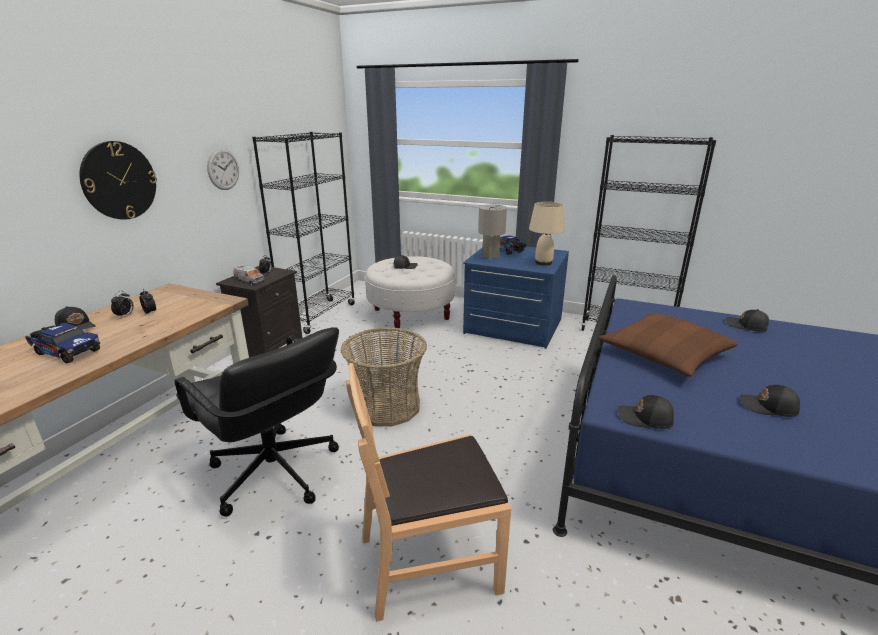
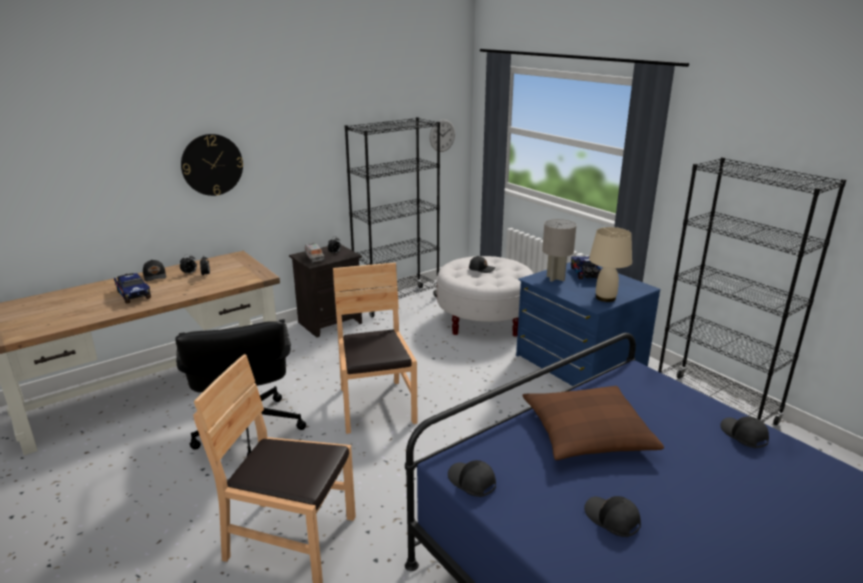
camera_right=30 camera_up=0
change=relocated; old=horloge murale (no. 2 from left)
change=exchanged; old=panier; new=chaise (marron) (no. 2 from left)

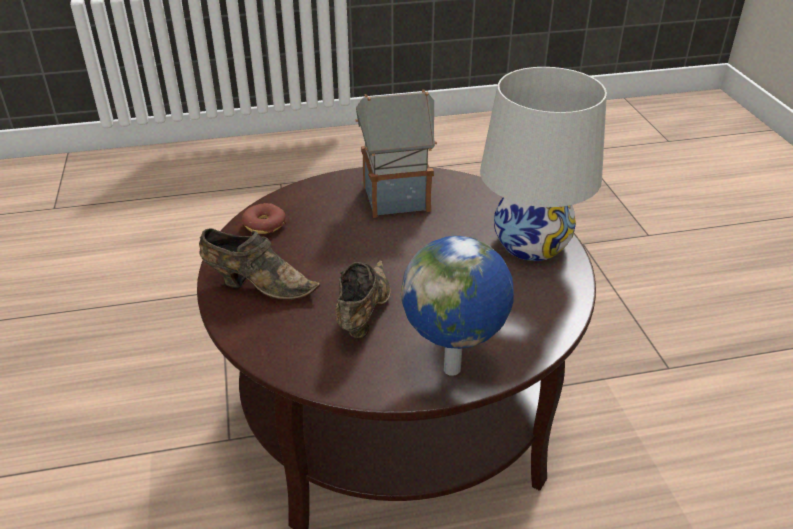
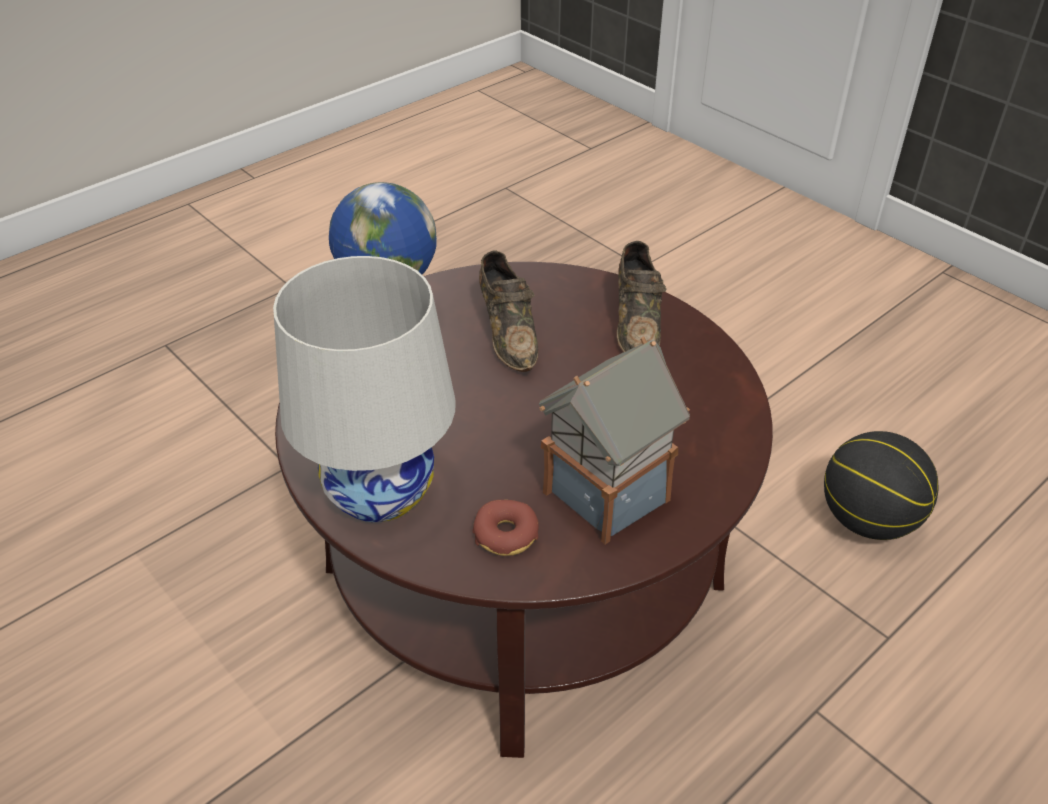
camera_right=150 camera_up=5
change=relocated; old=beignet
change=spun; old=chaussure (marron) (no. 1 from left in the first image); degrees=-75
change=appeared; new=ballon de basket

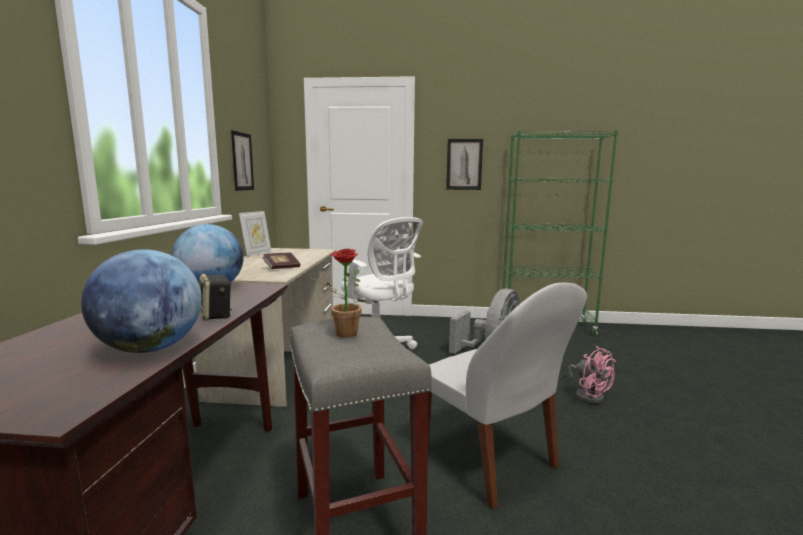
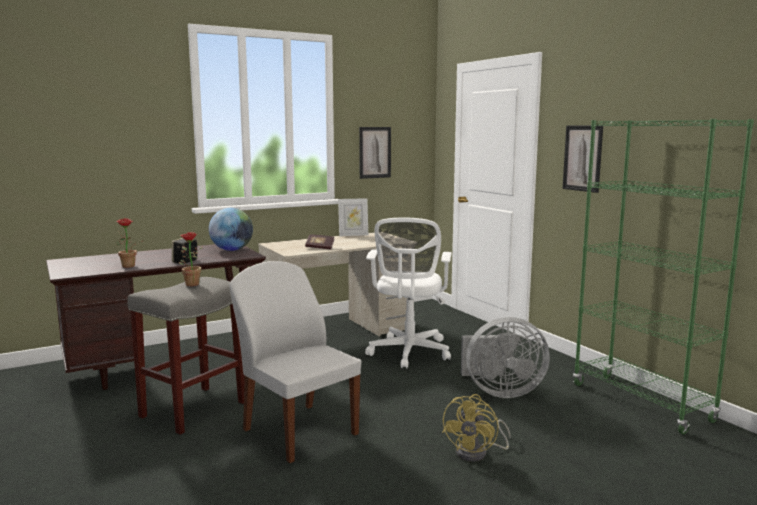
camera_right=55 camera_up=0
change=exchanged; old=globe (no. 1 from left); new=plante en pot (no. 1 from left)
change=spun; old=chaise (blanc); degrees=120
change=colour; old=ventilateur (rose); new=ventilateur (jaune)

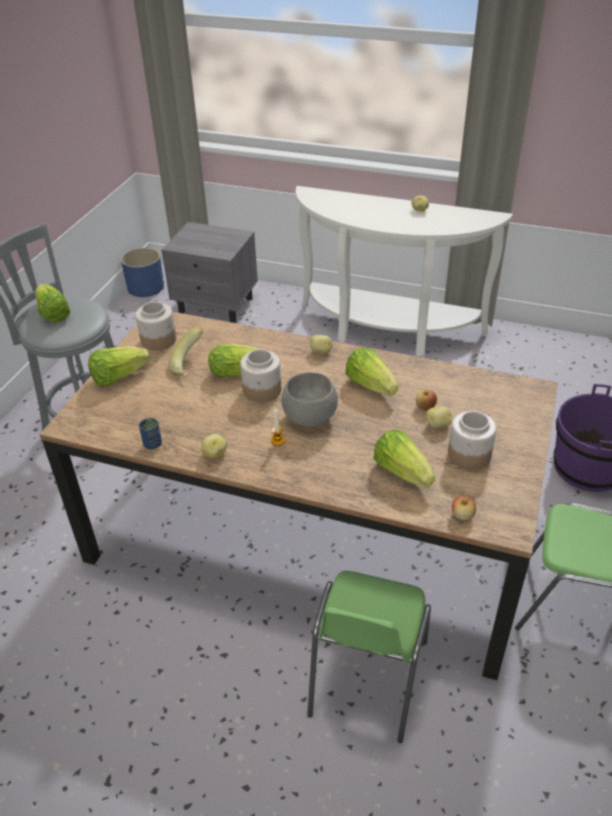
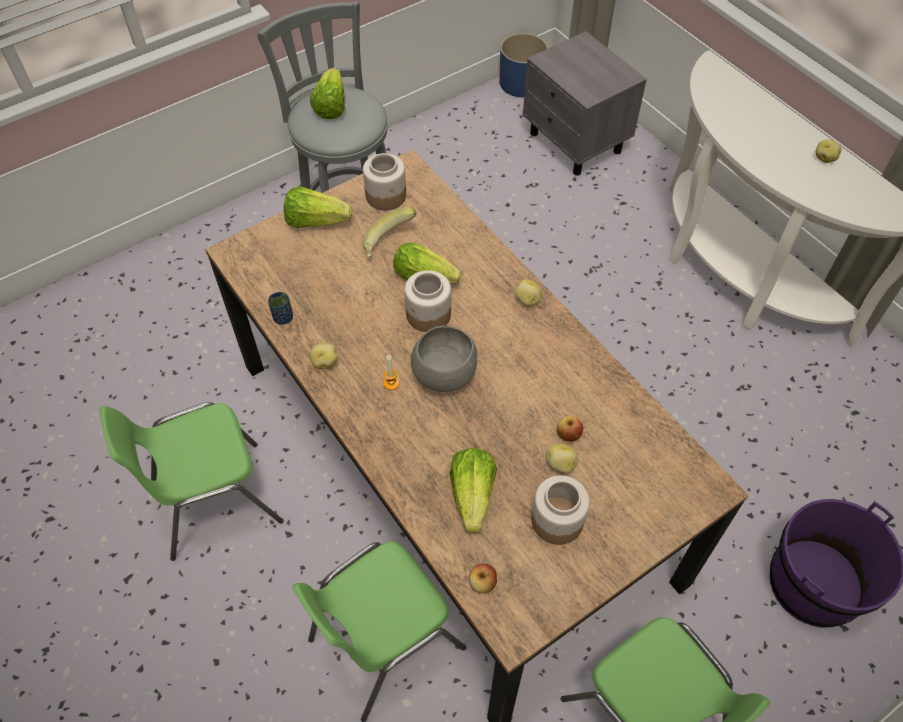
camera_right=35 camera_up=15
change=missing; old=laitue (no. 4 from left)
change=appeared; new=chaise (vert) (no. 1 from left)

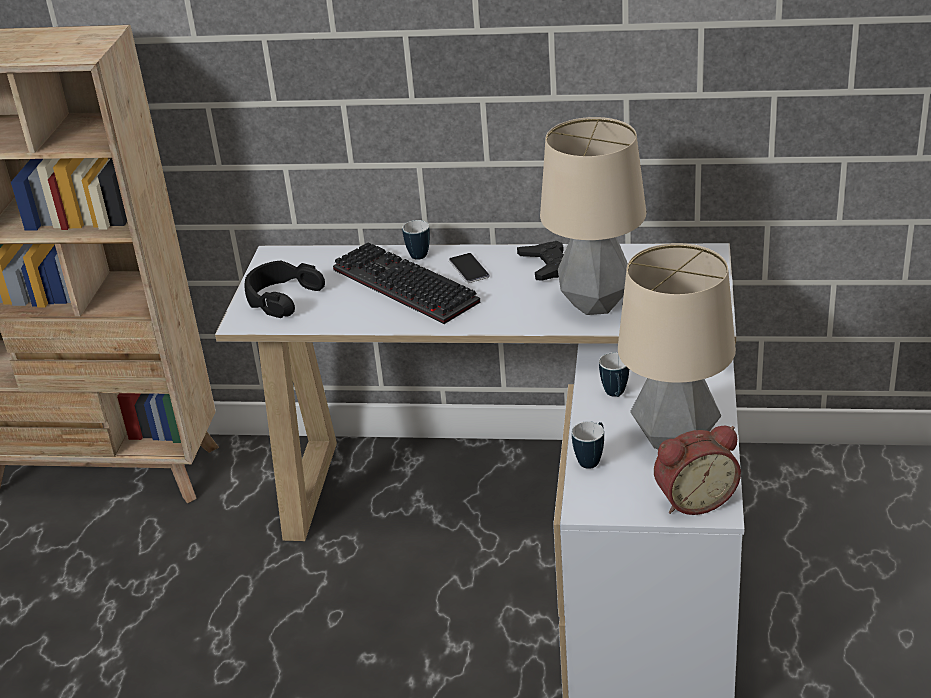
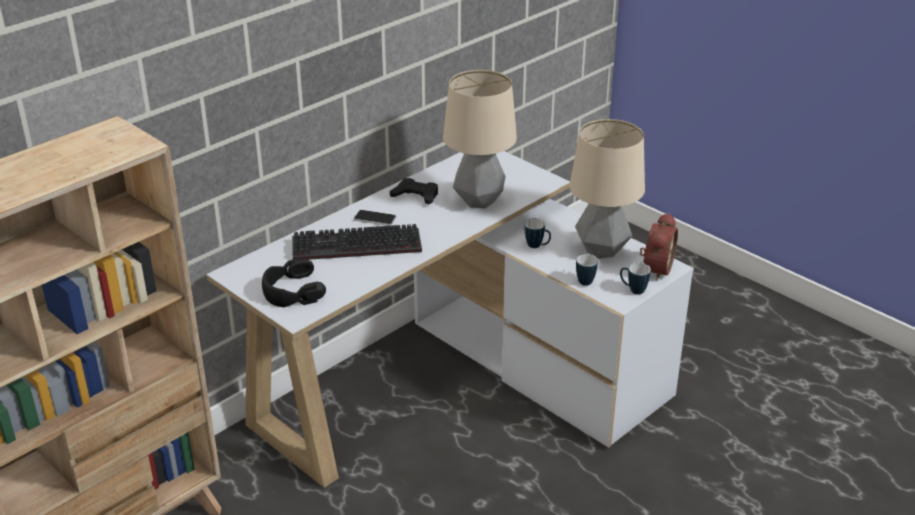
camera_right=-55 camera_up=0
change=relocated; old=mug (no. 1 from left in the first image); new=mug (no. 3 from left)

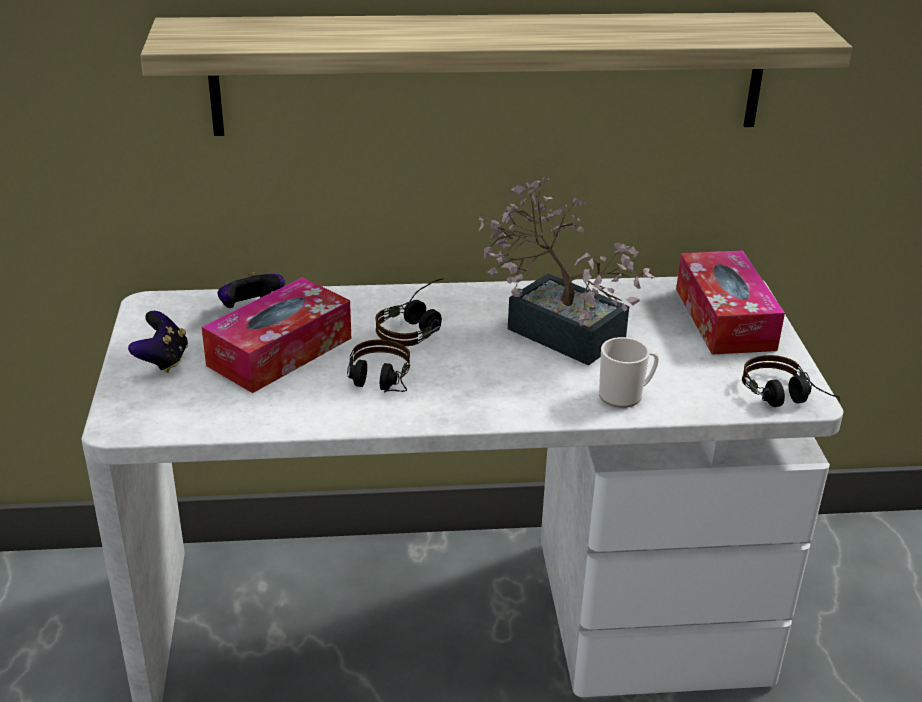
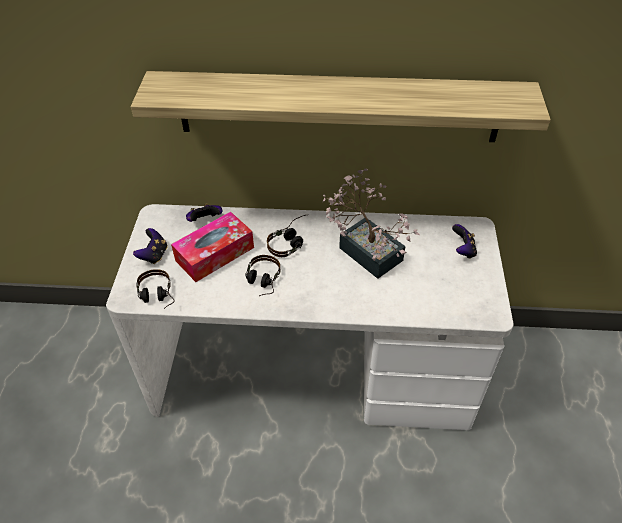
camera_right=10 camera_up=15
change=exchanged; old=boîte à mouchoirs (no. 2 from left); new=manette (no. 3 from left)
change=missing; old=mug
change=relocated; old=casque audio (no. 3 from left in the first image); new=casque audio (no. 1 from left)

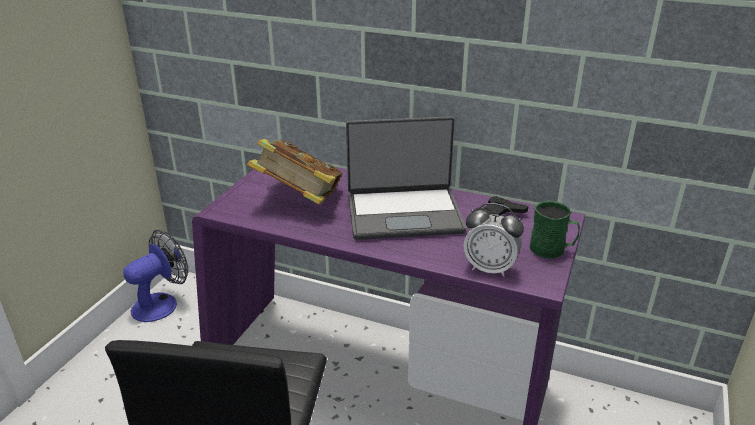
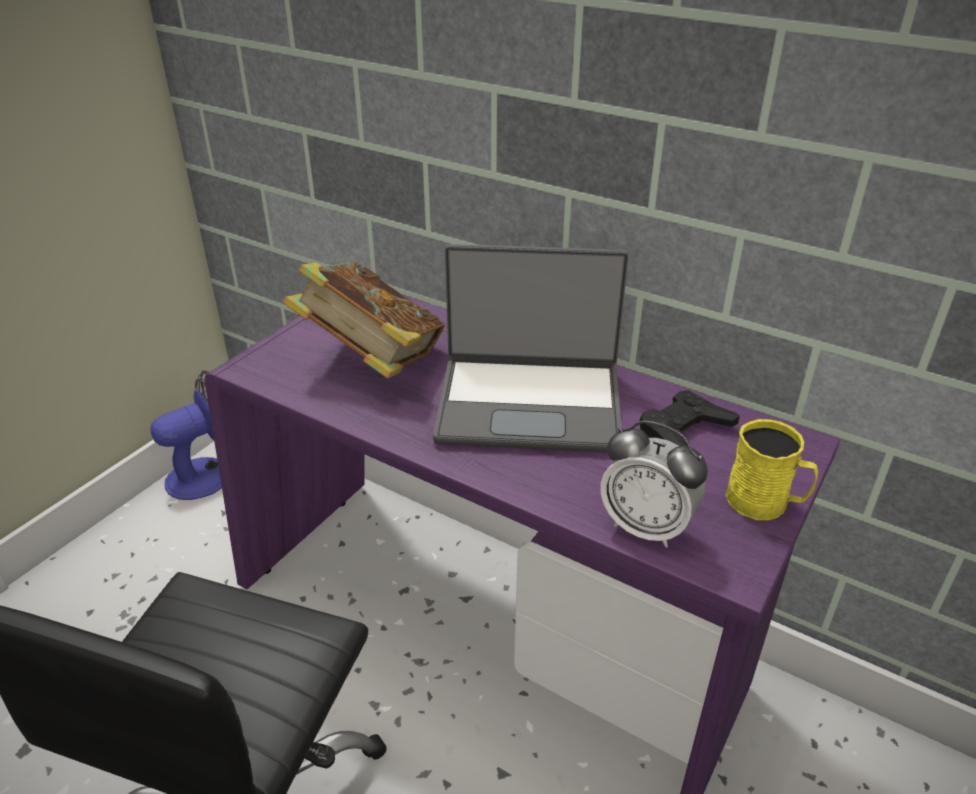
camera_right=10 camera_up=5
change=colour; old=mug (vert); new=mug (jaune)

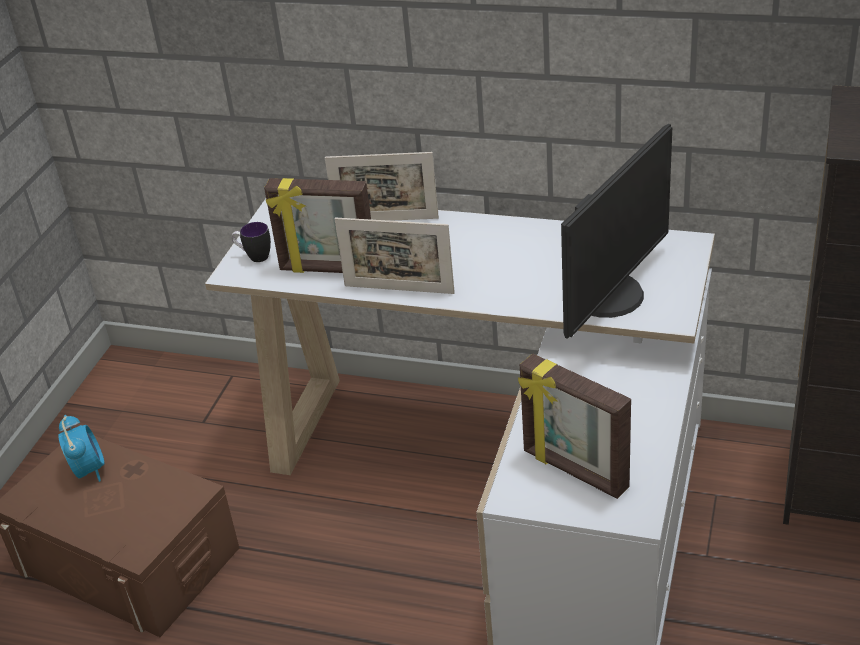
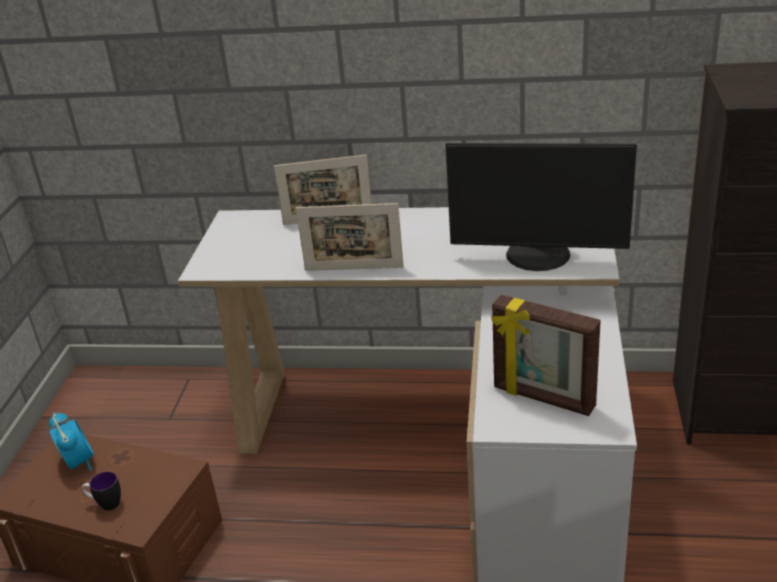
camera_right=-10 camera_up=-5
change=spun; old=écran d'ordinateur; degrees=75
change=missing; old=cadre photo (no. 1 from left)
change=relocated; old=mug

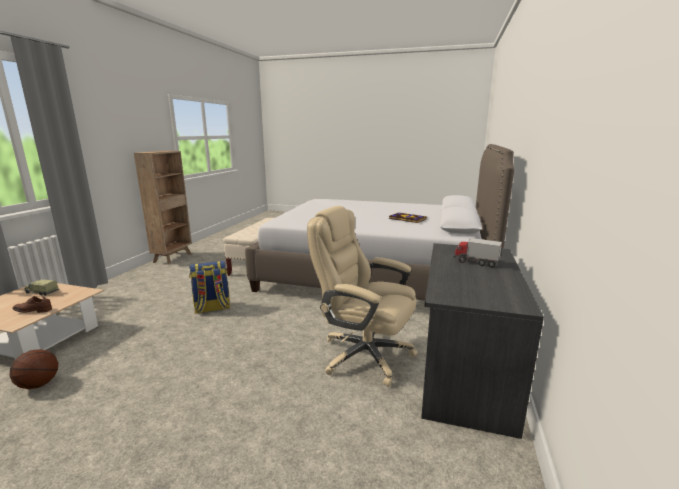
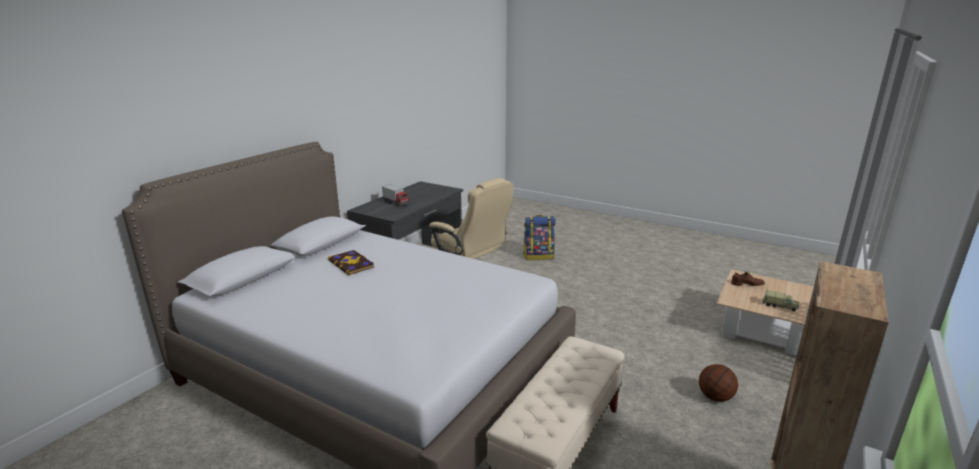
camera_right=-165 camera_up=5
change=relocated; old=sac à dos
change=relocated; old=ballon de basket

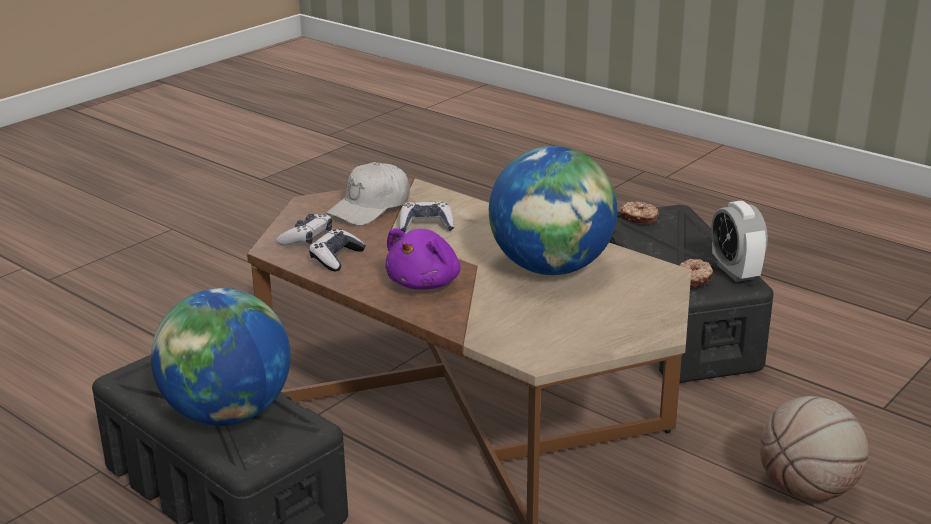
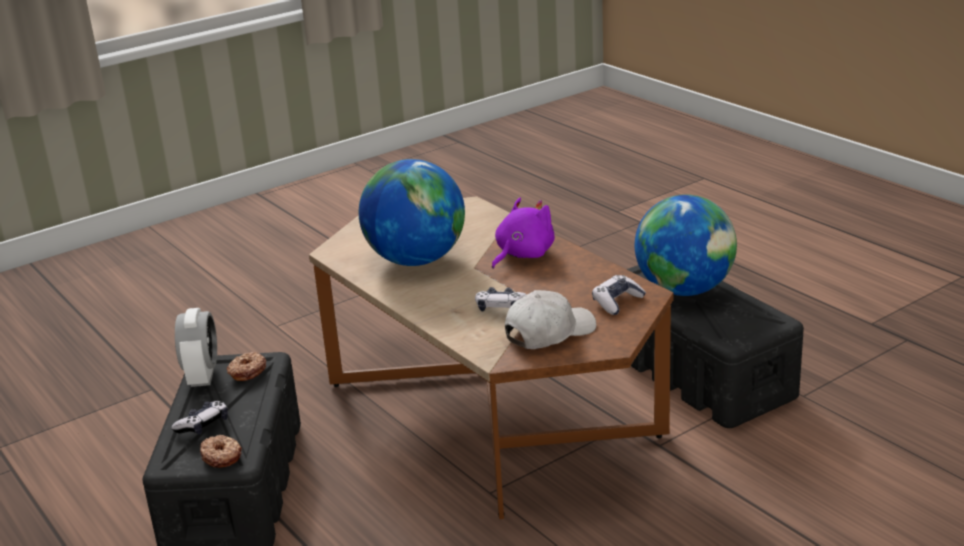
camera_right=-165 camera_up=0
change=relocated; old=manette (no. 2 from left in the first image); new=manette (no. 1 from left)
change=missing; old=ballon de basket

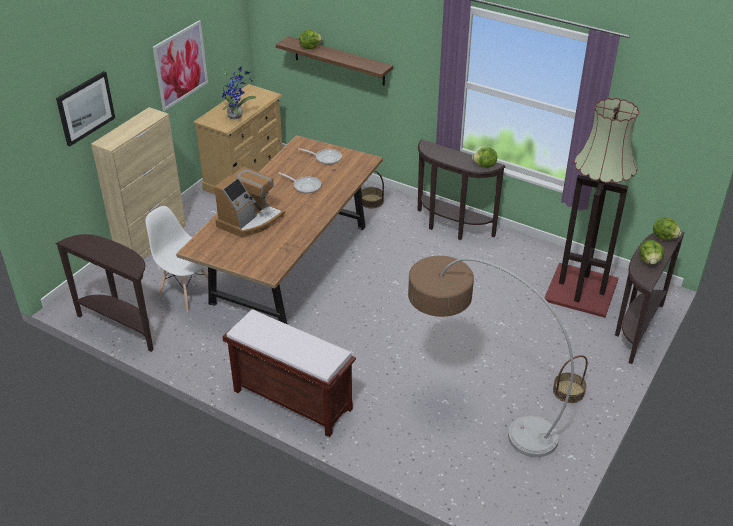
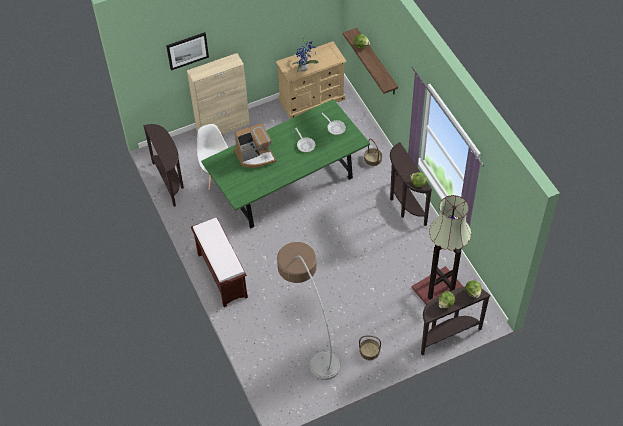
camera_right=35 camera_up=15
change=missing; old=tableau (no. 2 from left)
change=colour; old=table à manger (marron); new=table à manger (vert)

